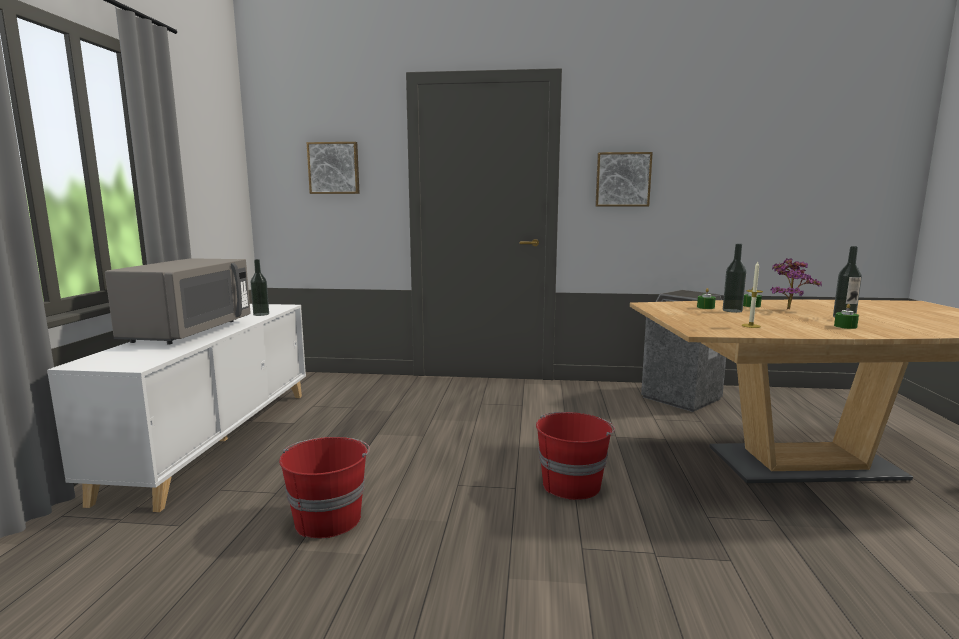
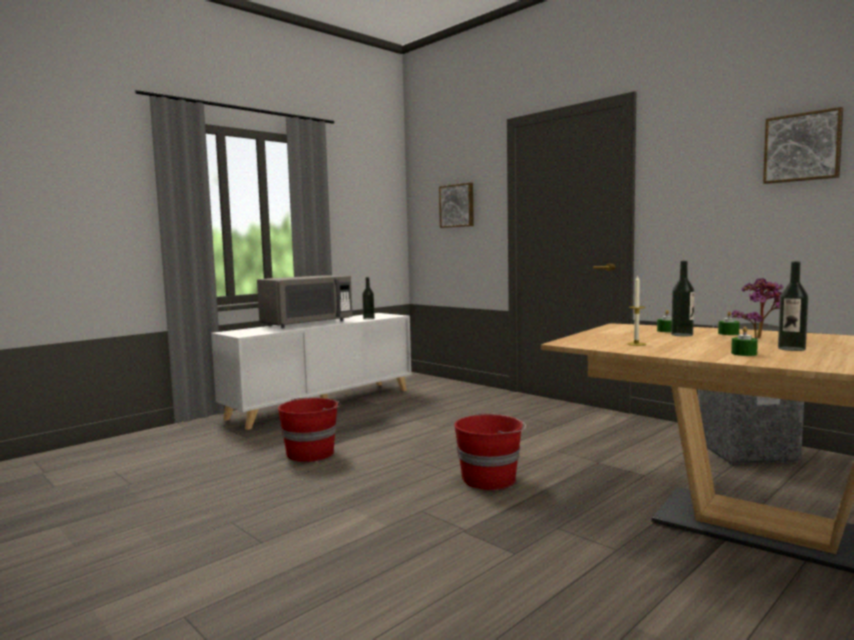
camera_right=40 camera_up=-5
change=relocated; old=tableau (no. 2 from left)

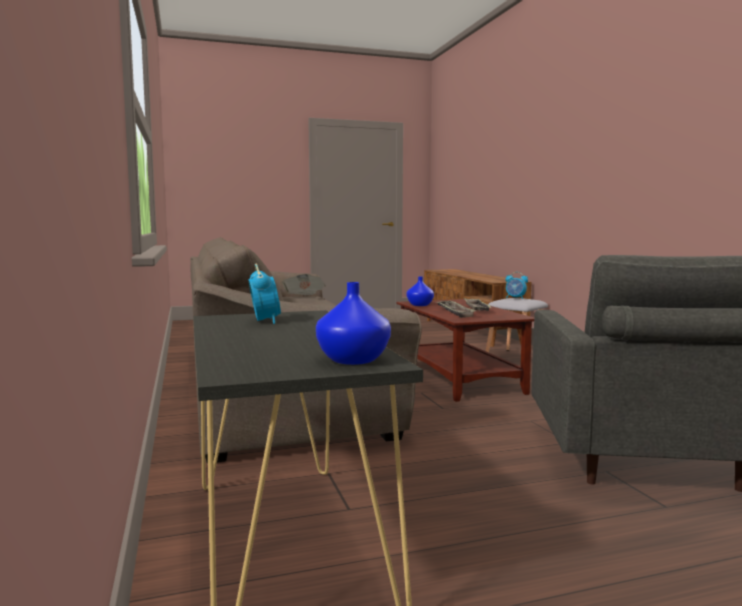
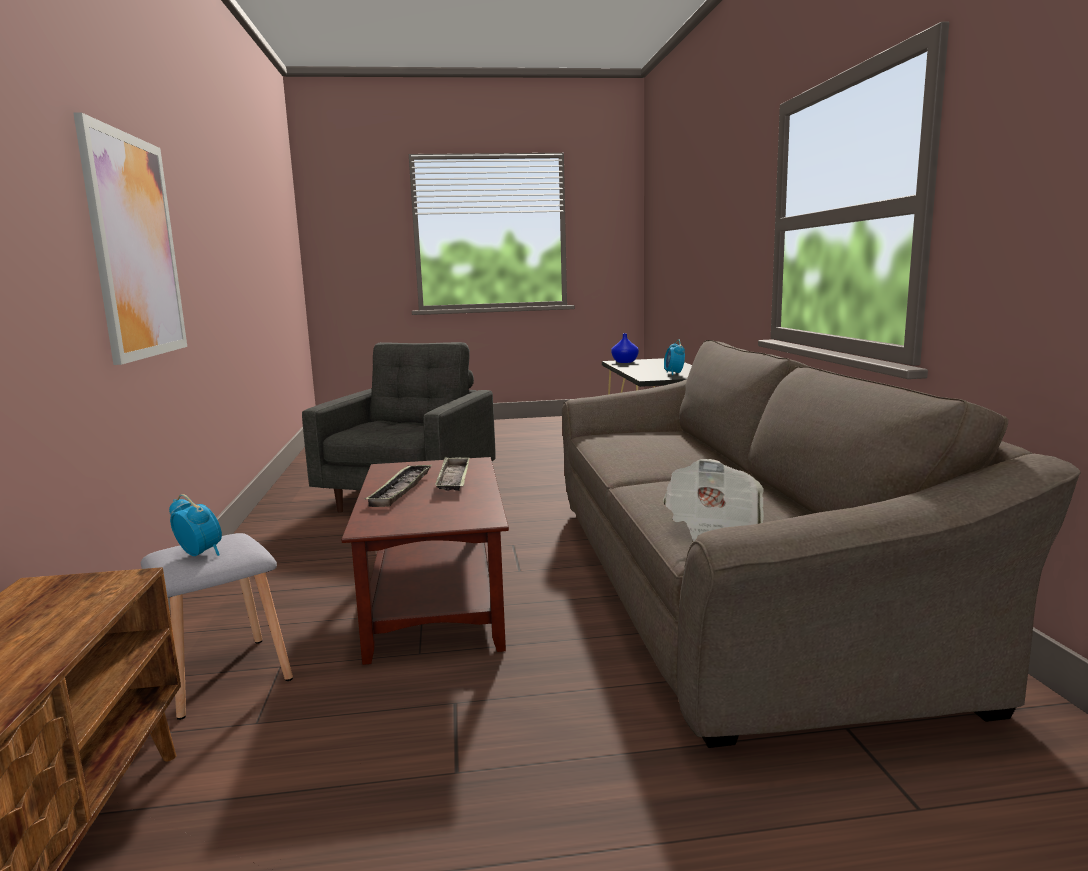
camera_right=-170 camera_up=5
change=missing; old=vase (bleu) (no. 2 from left)
change=appeared; new=tableau

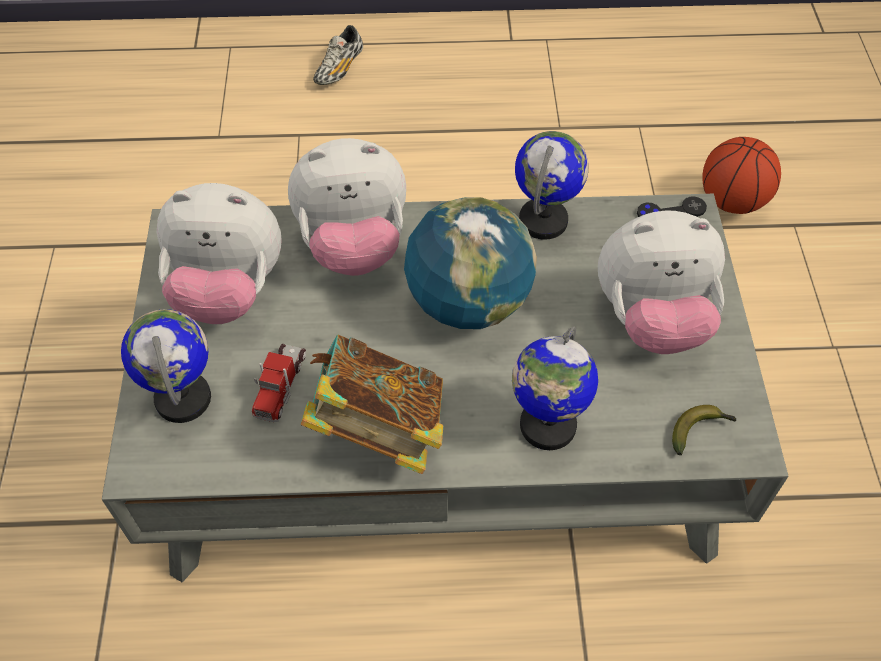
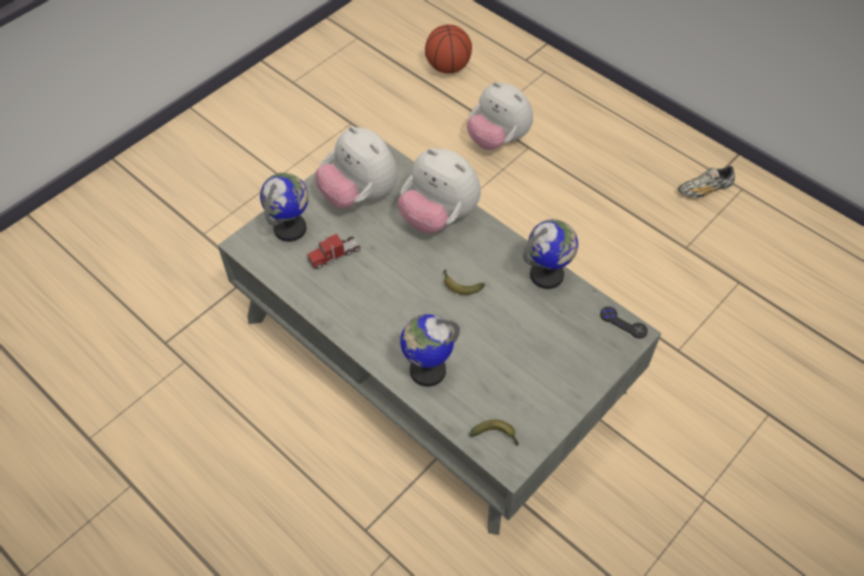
camera_right=45 camera_up=0
change=relocated; old=chaussure
change=relocated; old=ballon de basket
change=exchanged; old=globe (no. 2 from left); new=banane (no. 1 from left)
change=relocated; old=peluche (no. 3 from left)
change=missing; old=livre

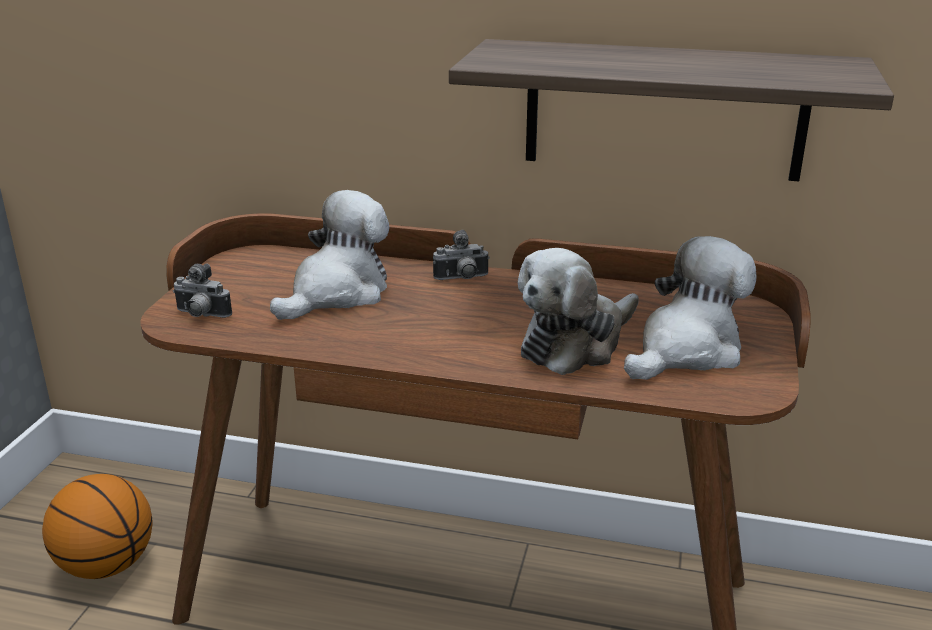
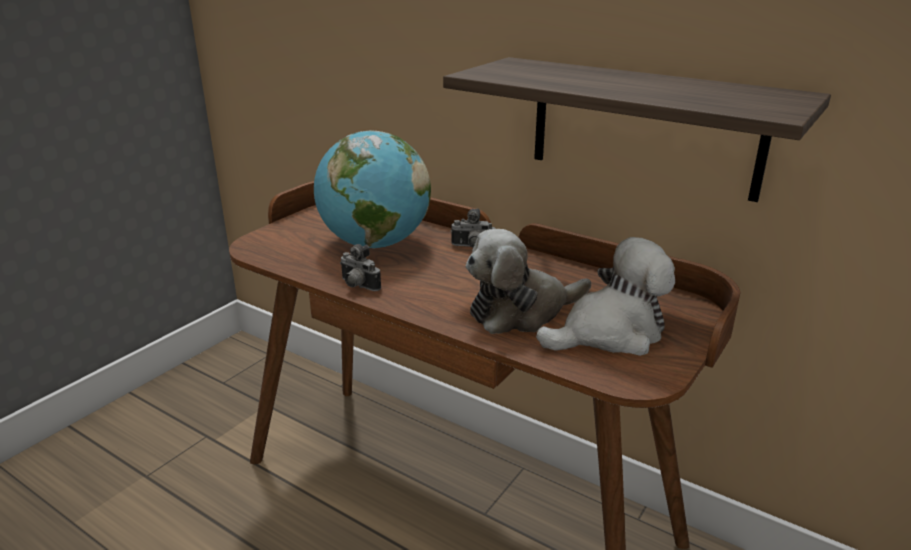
camera_right=20 camera_up=0
change=exchanged; old=peluche (no. 1 from left); new=globe
change=relocated; old=appareil photo (no. 1 from left)
change=missing; old=ballon de basket

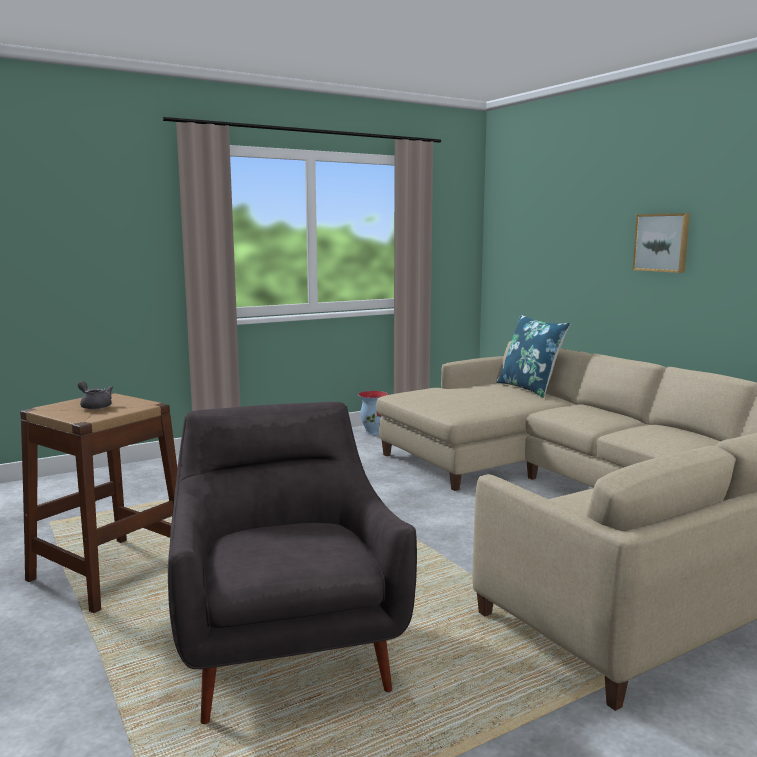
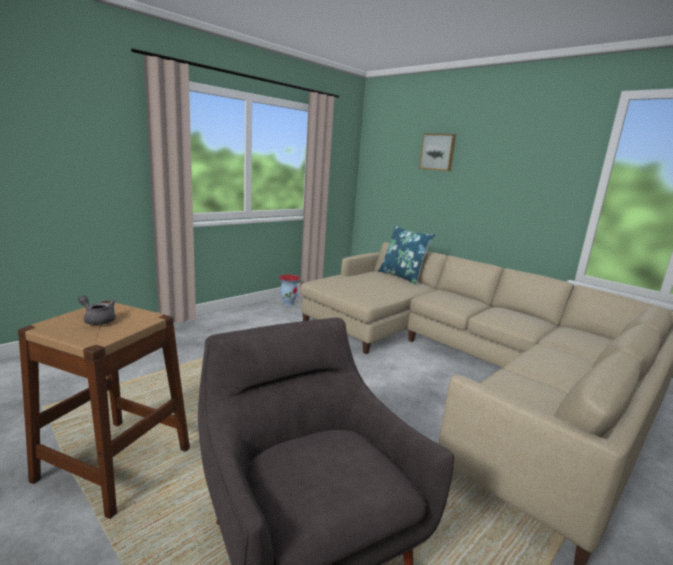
camera_right=-15 camera_up=5
change=relocated; old=tableau

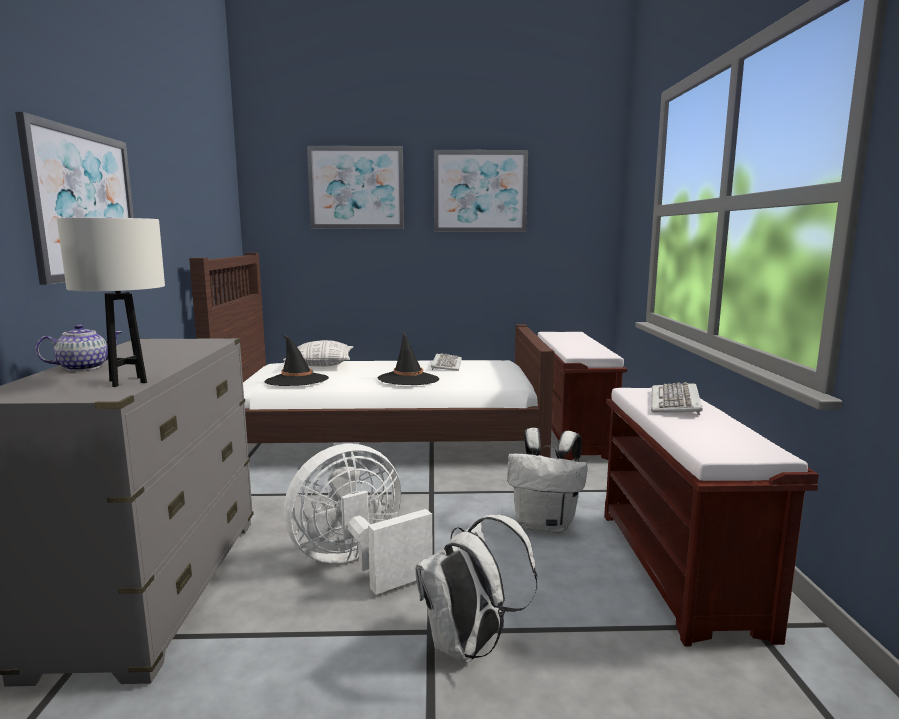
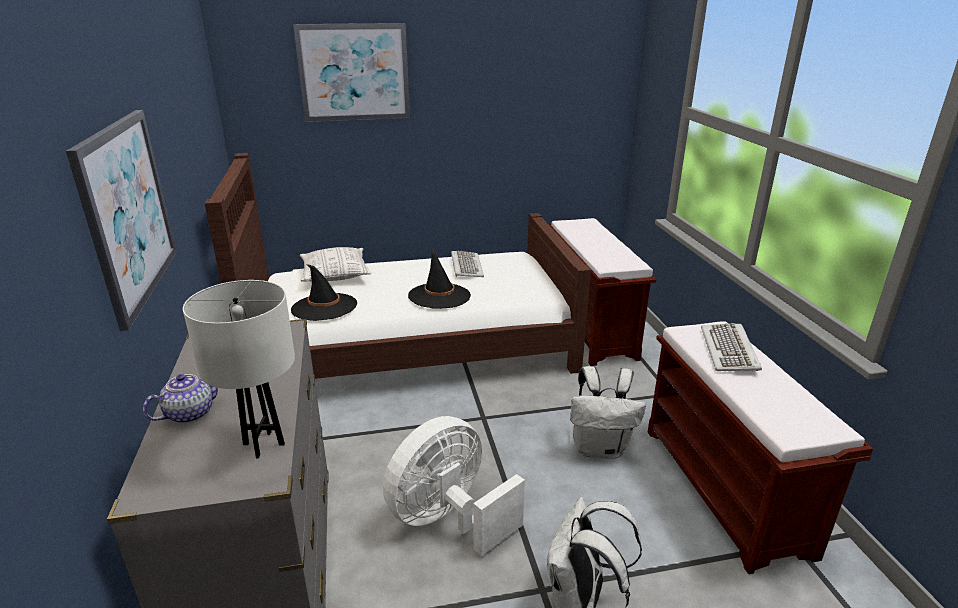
camera_right=-10 camera_up=15
change=missing; old=tableau (no. 3 from left)

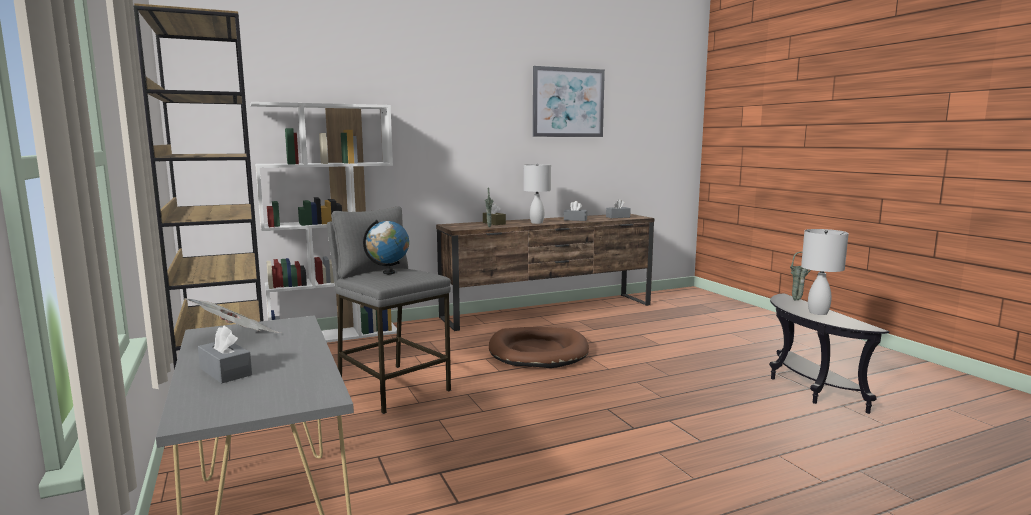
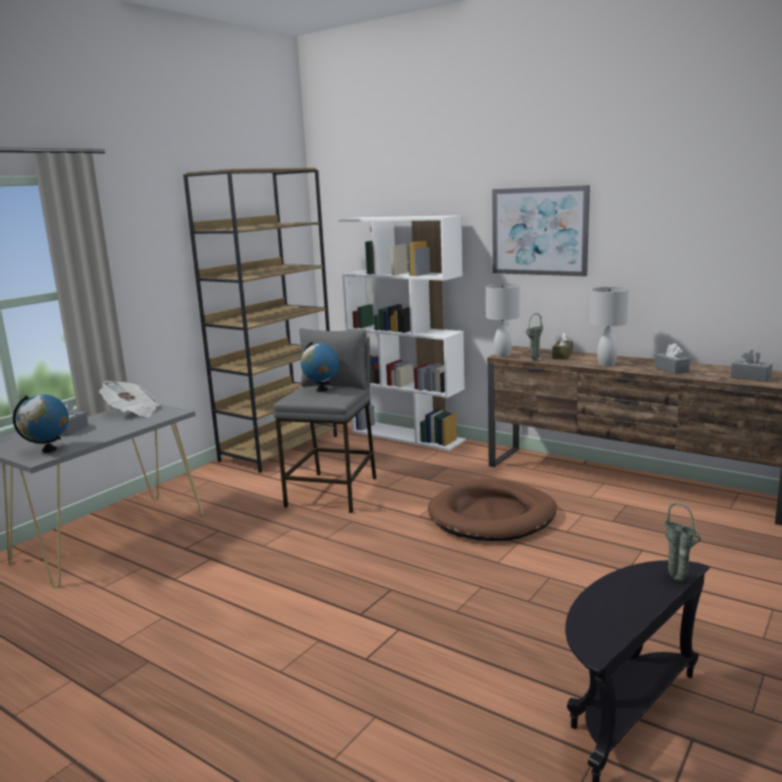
camera_right=60 camera_up=5
change=relocated; old=tableau
change=relocated; old=lampe de table (blanc) (no. 2 from left in the first image); new=lampe de table (blanc) (no. 1 from left)
change=appeared; new=globe (no. 1 from left)

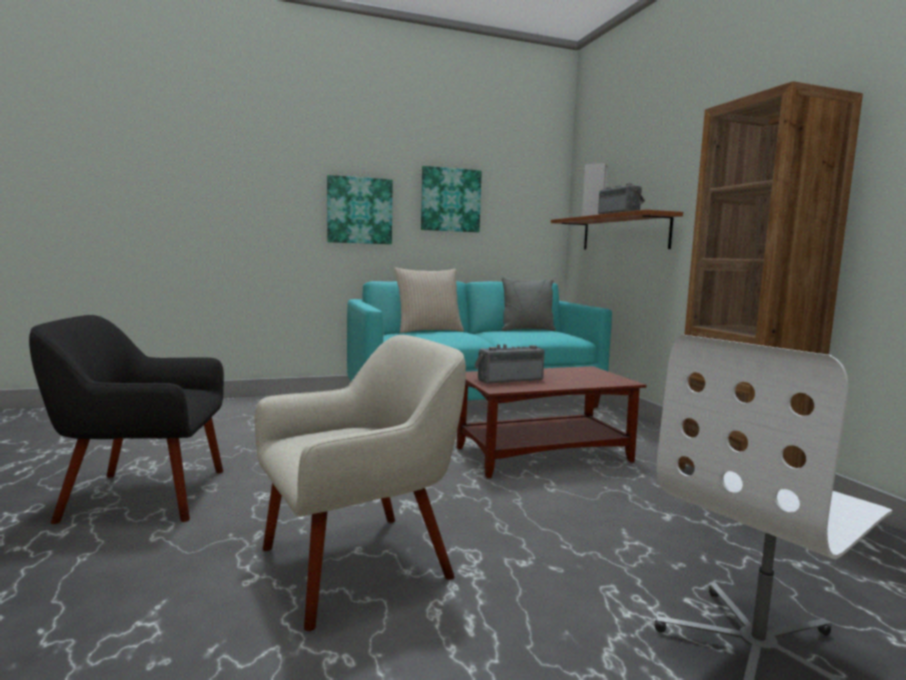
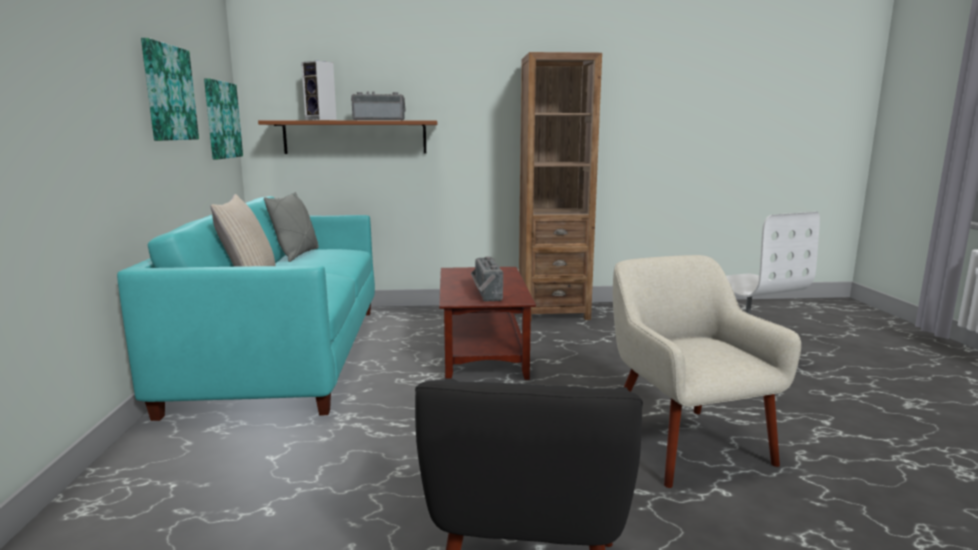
camera_right=-75 camera_up=5
change=relocated; old=tableau (no. 1 from left in the first image); new=tableau (no. 2 from left)

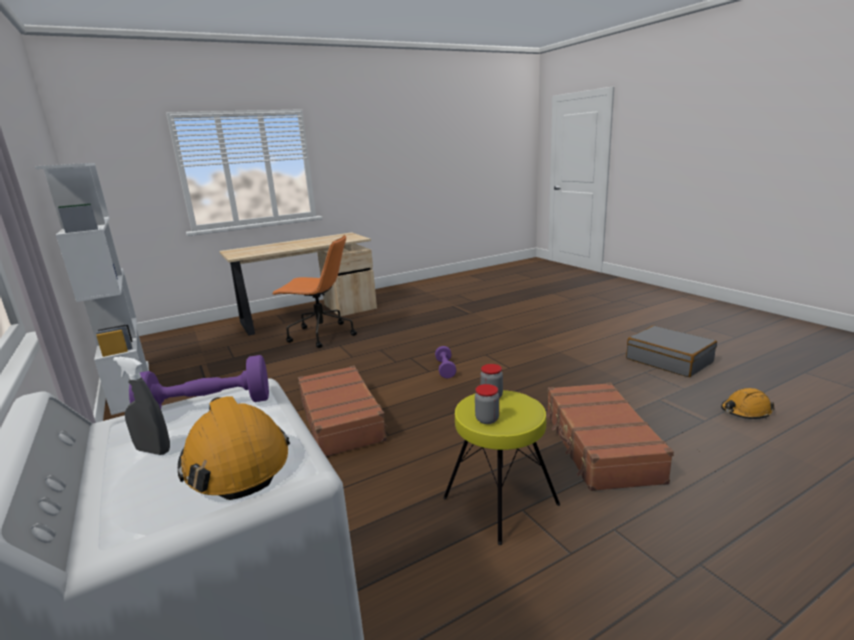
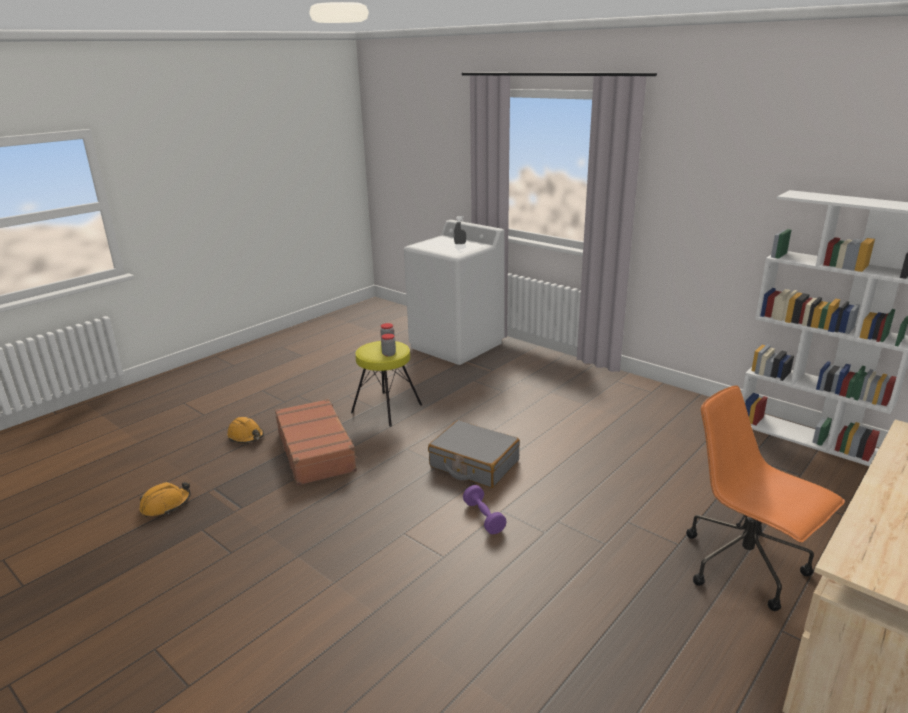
camera_right=160 camera_up=5
change=spun; old=chaise de bureau (orange); degrees=60
change=relocated; old=valise (gris)
change=missing; old=haltère (violet) (no. 1 from left)
change=missing; old=valise (marron) (no. 1 from left)
change=relocated; old=casque de chantier (orange) (no. 1 from left in the first image); new=casque de chantier (orange) (no. 2 from left)

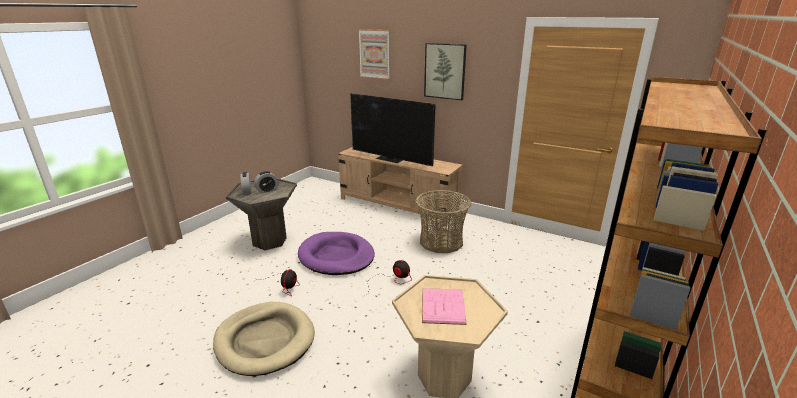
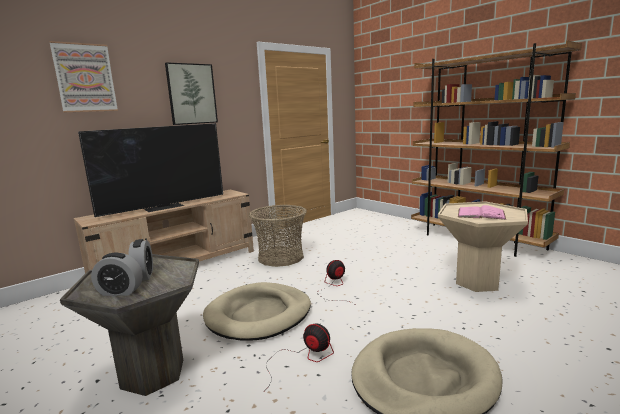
camera_right=-70 camera_up=-10
change=colour; old=panier pour chien (violet); new=panier pour chien (beige) (no. 1 from left)

